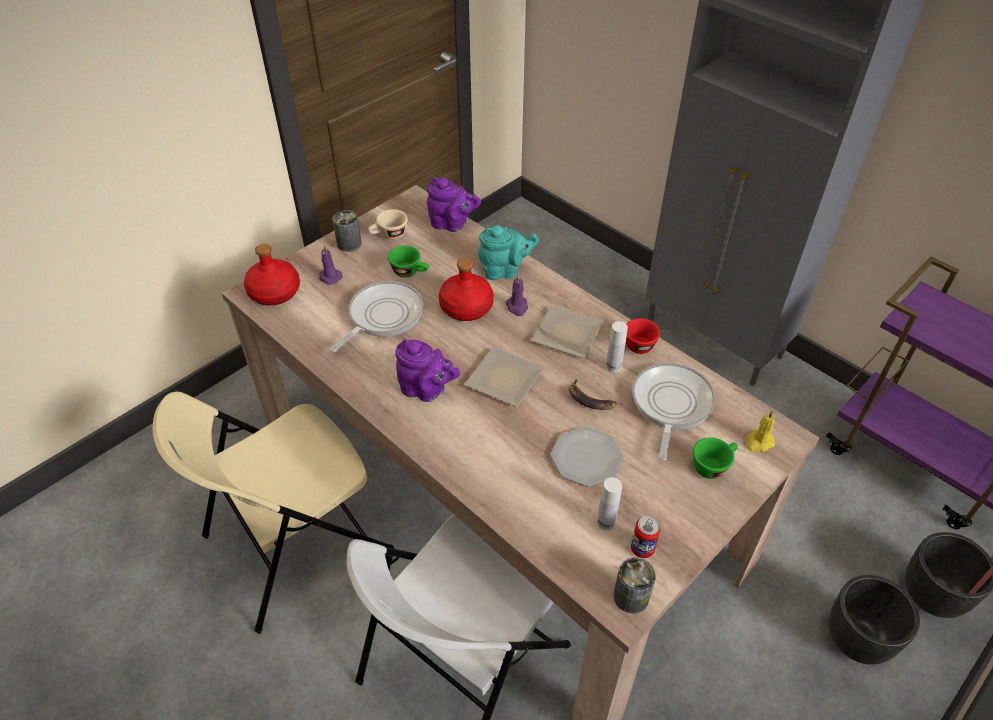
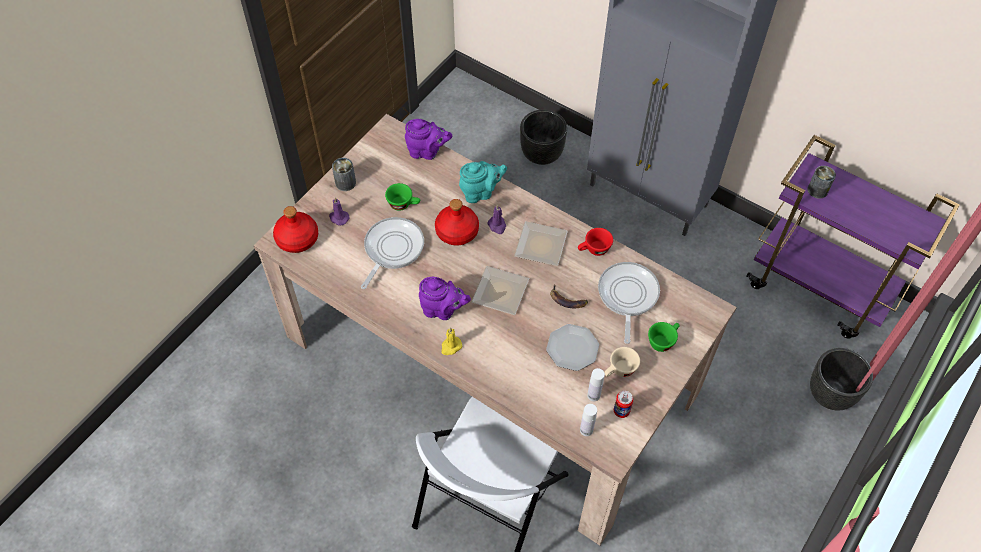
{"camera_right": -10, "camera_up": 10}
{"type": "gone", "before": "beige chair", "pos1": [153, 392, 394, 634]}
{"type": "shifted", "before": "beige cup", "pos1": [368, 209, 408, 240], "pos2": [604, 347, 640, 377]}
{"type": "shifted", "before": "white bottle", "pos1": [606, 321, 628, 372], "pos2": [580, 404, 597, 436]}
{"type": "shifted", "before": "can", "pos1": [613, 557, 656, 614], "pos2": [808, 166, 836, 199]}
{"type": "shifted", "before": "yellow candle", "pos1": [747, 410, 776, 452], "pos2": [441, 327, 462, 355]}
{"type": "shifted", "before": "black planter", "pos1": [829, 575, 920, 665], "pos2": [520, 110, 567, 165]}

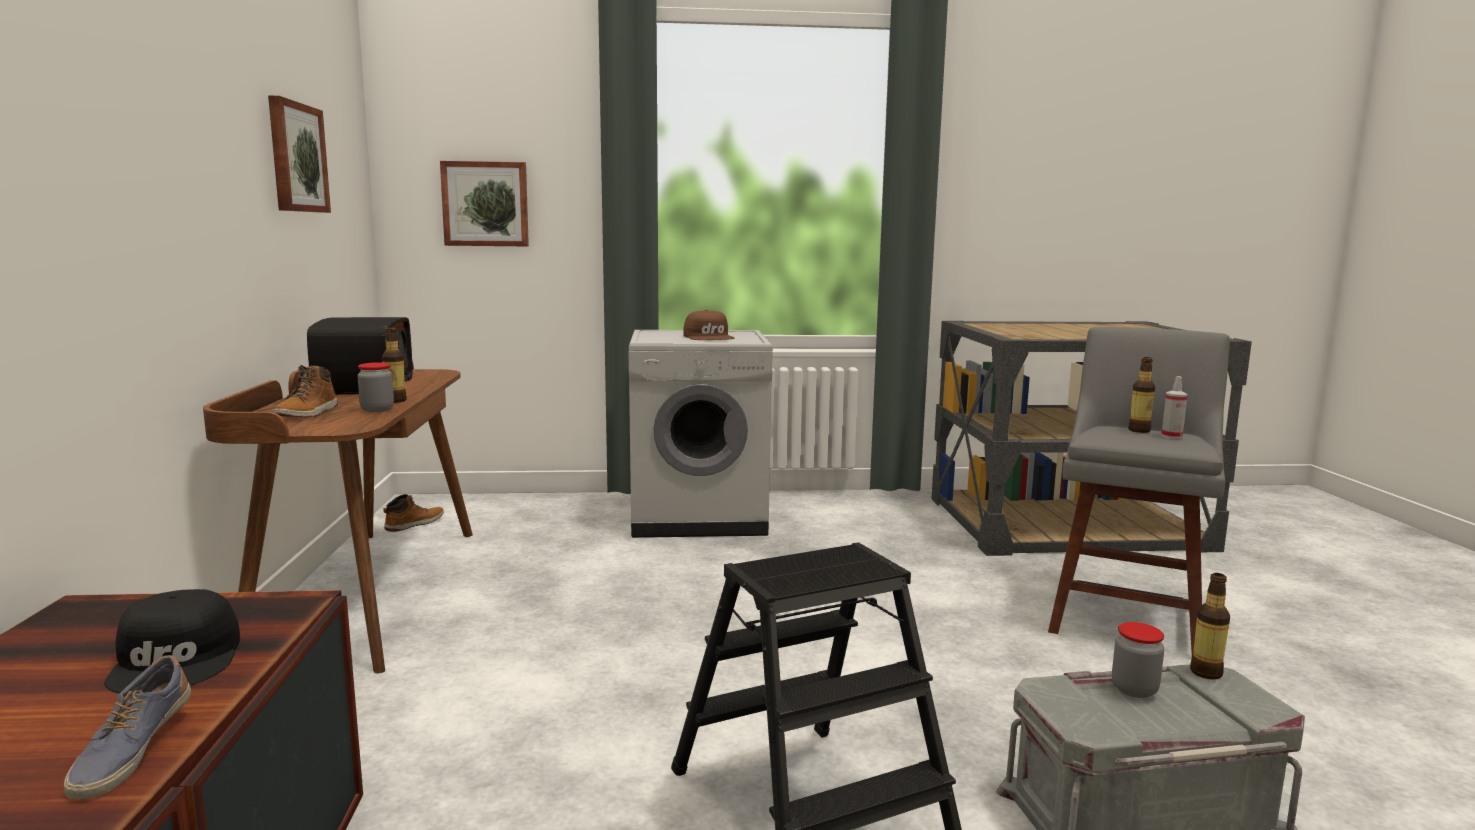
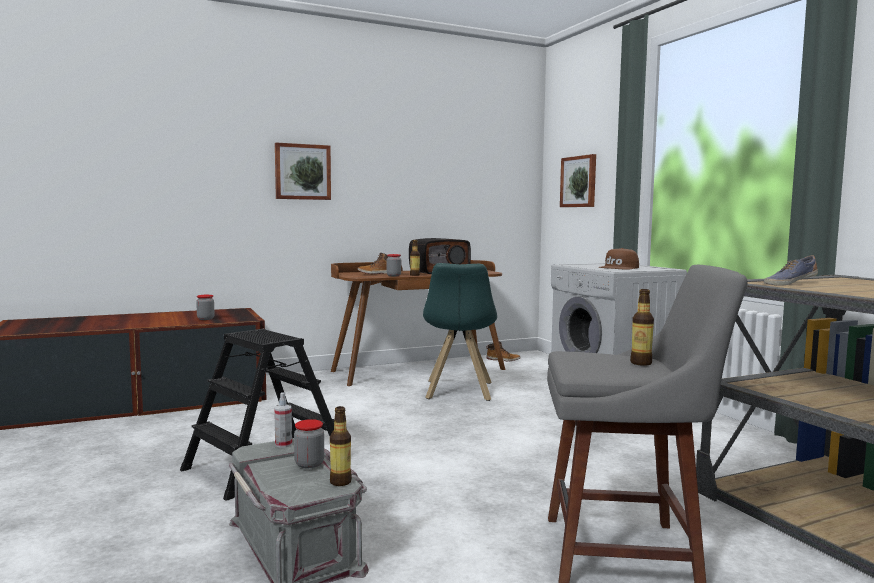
{"camera_right": 70, "camera_up": -5}
{"type": "new", "after": "turquoise chair", "pos2": [423, 263, 497, 401]}
{"type": "shifted", "before": "shoe", "pos1": [64, 655, 191, 799], "pos2": [764, 256, 818, 286]}
{"type": "shifted", "before": "picture", "pos1": [268, 96, 331, 213], "pos2": [275, 142, 331, 200]}
{"type": "shifted", "before": "spray bottle", "pos1": [1161, 376, 1188, 439], "pos2": [274, 392, 292, 448]}
{"type": "swapped", "before": "black cap", "after": "jar", "pos1": [104, 589, 240, 694], "pos2": [196, 295, 215, 320]}

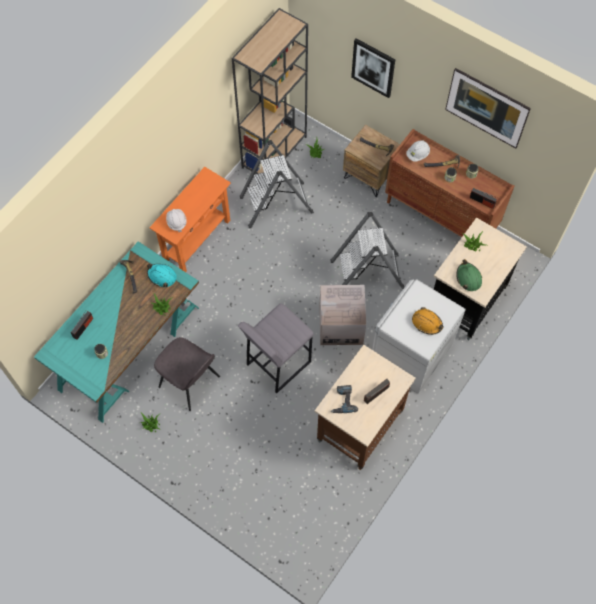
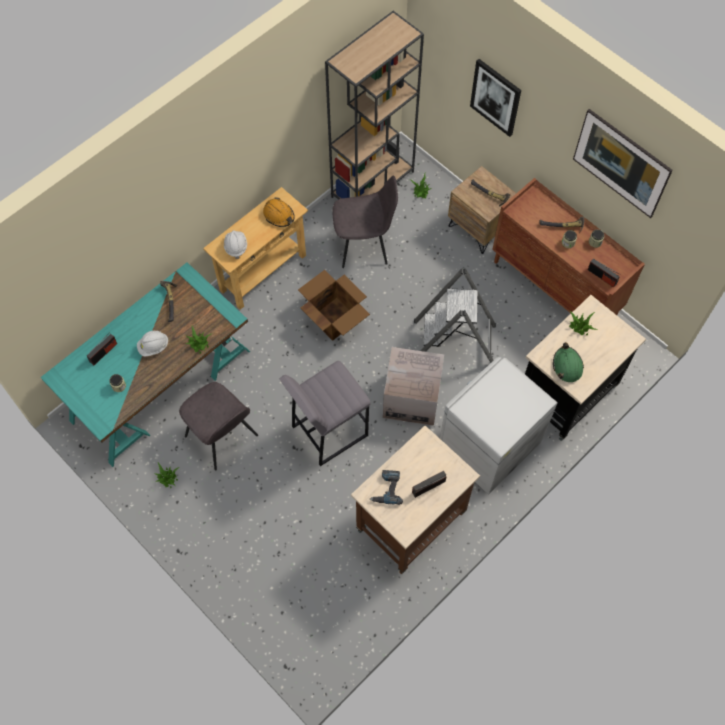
{"camera_right": 10, "camera_up": 0}
{"type": "gone", "before": "turquoise hard hat", "pos1": [147, 264, 177, 287]}
{"type": "new", "after": "cardboard box", "pos2": [298, 270, 370, 341]}
{"type": "shifted", "before": "white hard hat", "pos1": [406, 140, 430, 162], "pos2": [137, 331, 168, 357]}
{"type": "shifted", "before": "orange hard hat", "pos1": [412, 307, 444, 335], "pos2": [263, 198, 295, 227]}
{"type": "swapped", "before": "grey step ladder", "after": "grey chair", "pos1": [240, 140, 314, 228], "pos2": [332, 176, 398, 268]}
{"type": "repainted", "before": "orange console table", "after": "beige console table", "pos1": [149, 167, 231, 272], "pos2": [203, 187, 308, 310]}

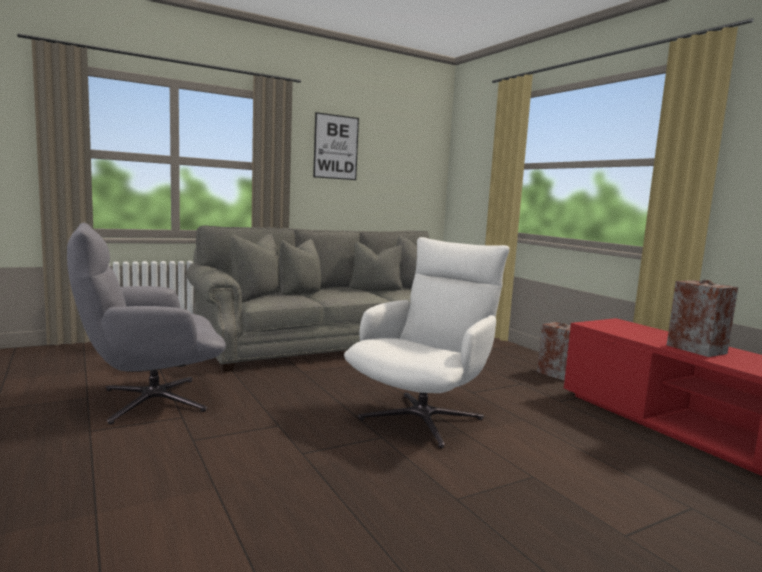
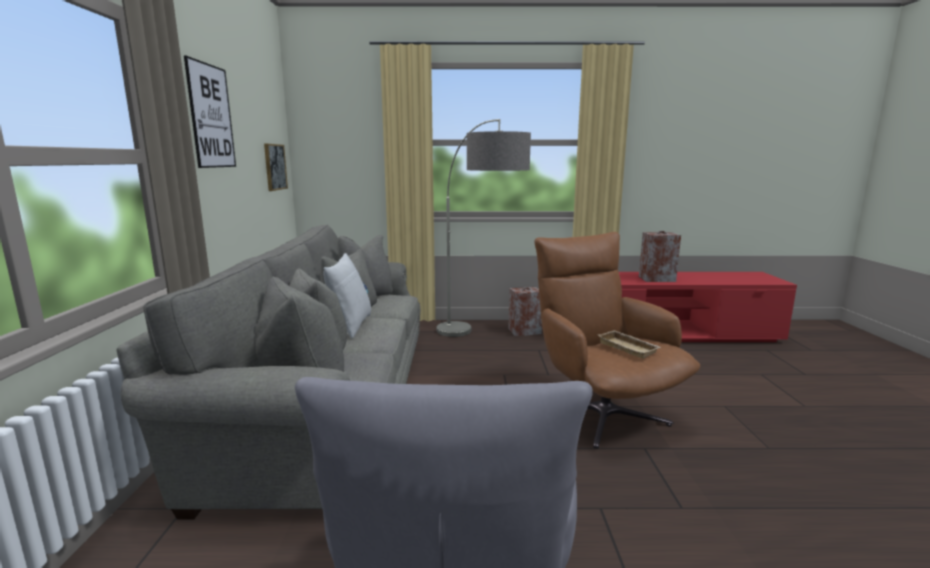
{"camera_right": -60, "camera_up": 5}
{"type": "new", "after": "picture", "pos2": [264, 144, 288, 191]}
{"type": "new", "after": "grey pillow", "pos2": [323, 253, 371, 338]}
{"type": "new", "after": "floor lamp", "pos2": [437, 119, 531, 337]}
{"type": "new", "after": "beige tray", "pos2": [598, 330, 661, 359]}
{"type": "repainted", "before": "white armchair", "after": "brown armchair", "pos1": [344, 237, 510, 448], "pos2": [534, 232, 700, 449]}

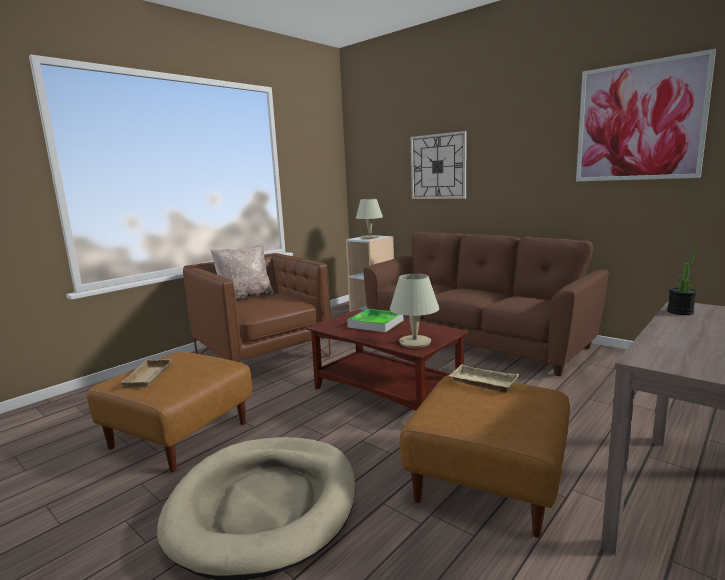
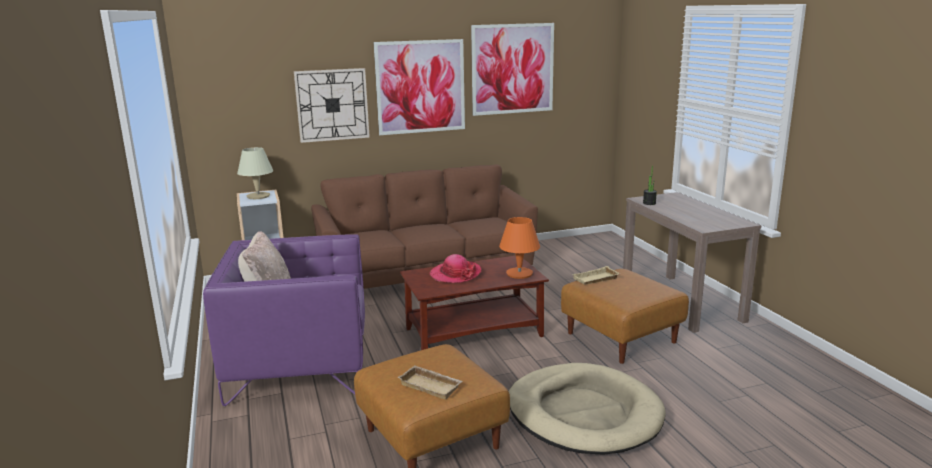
{"camera_right": -60, "camera_up": 5}
{"type": "new", "after": "picture", "pos2": [374, 39, 465, 135]}
{"type": "swapped", "before": "tray", "after": "hat", "pos1": [347, 309, 404, 333], "pos2": [430, 254, 482, 283]}
{"type": "repainted", "before": "brown armchair", "after": "purple armchair", "pos1": [183, 253, 331, 362], "pos2": [203, 234, 365, 407]}
{"type": "repainted", "before": "beige table lamp", "after": "orange table lamp", "pos1": [390, 274, 440, 348], "pos2": [499, 217, 540, 279]}

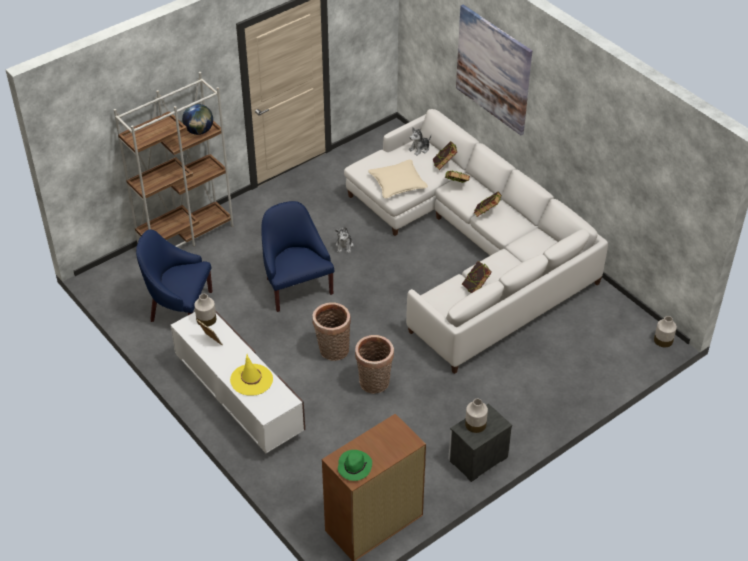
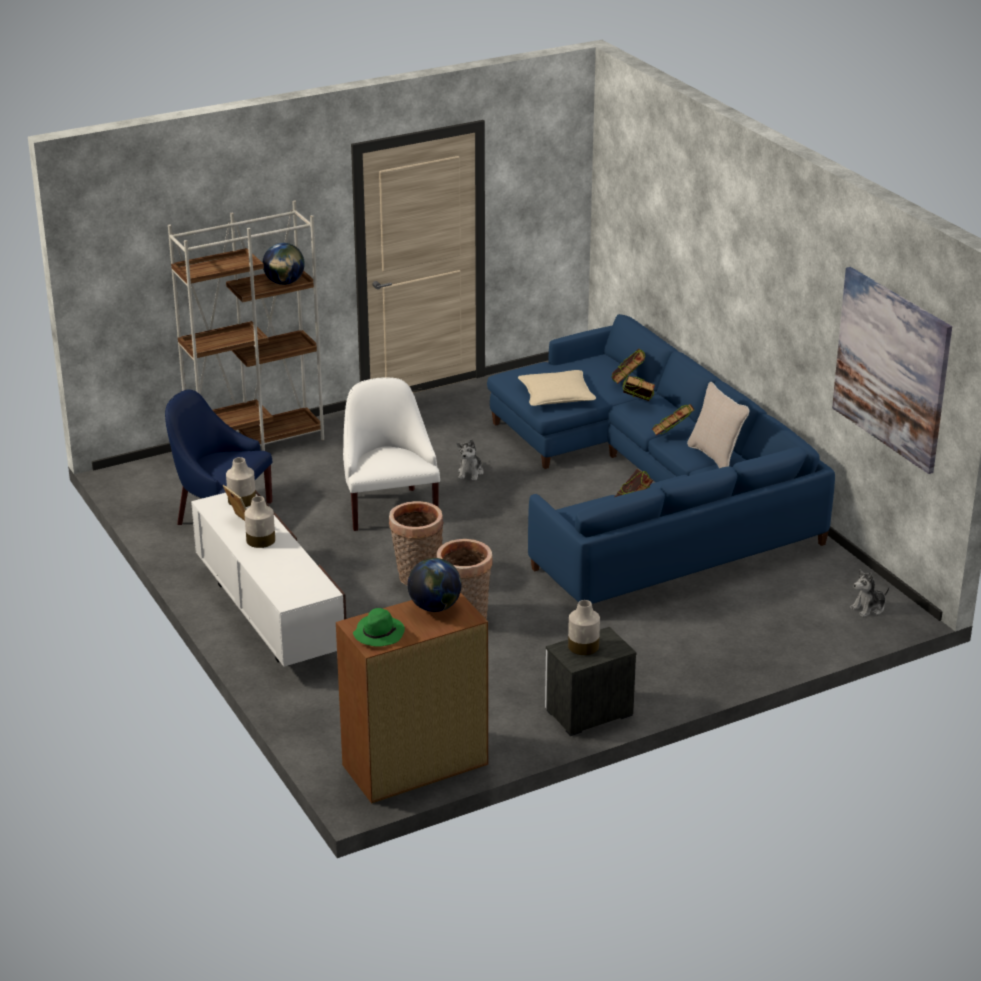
{"camera_right": 10, "camera_up": -15}
{"type": "gone", "before": "yellow hat", "pos1": [230, 354, 273, 395]}
{"type": "new", "after": "globe", "pos2": [408, 558, 462, 612]}
{"type": "new", "after": "beige pillow", "pos2": [687, 382, 749, 468]}
{"type": "shifted", "before": "plush toy", "pos1": [409, 127, 431, 156], "pos2": [850, 570, 889, 617]}
{"type": "shifted", "before": "picture", "pos1": [456, 5, 532, 135], "pos2": [832, 267, 952, 474]}
{"type": "shifted", "before": "beige vase", "pos1": [654, 316, 677, 347], "pos2": [244, 496, 275, 548]}
{"type": "repainted", "before": "blue armchair", "after": "white armchair", "pos1": [261, 201, 334, 312], "pos2": [343, 377, 440, 531]}
{"type": "repainted", "before": "white sofa", "after": "blue sofa", "pos1": [344, 109, 608, 374], "pos2": [487, 314, 835, 604]}

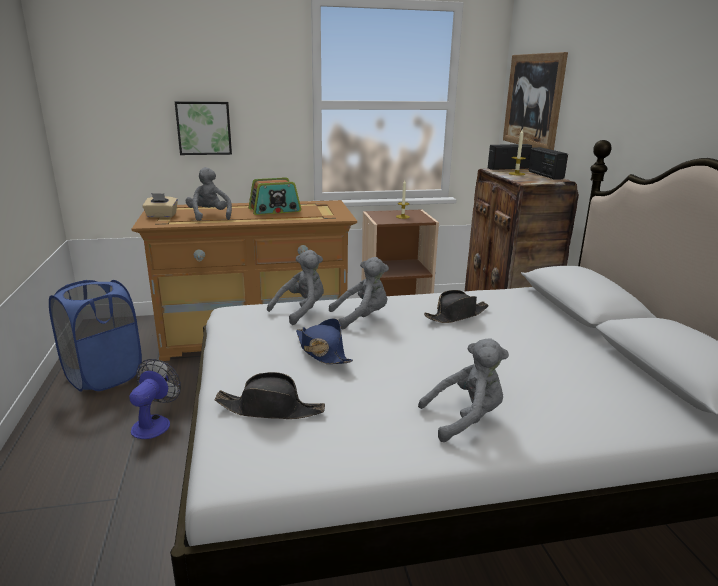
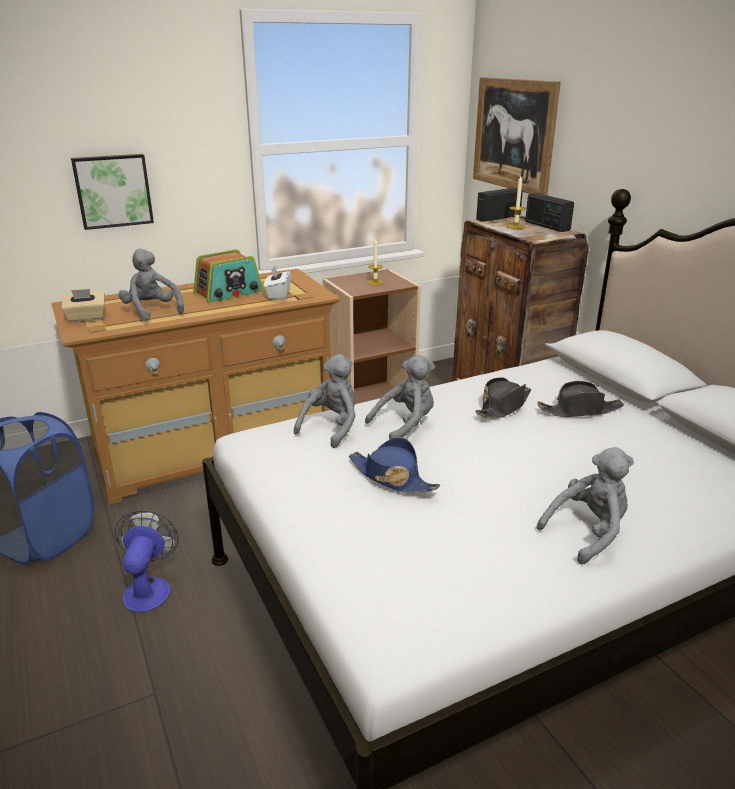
{"camera_right": -15, "camera_up": 5}
{"type": "new", "after": "white tissue box", "pos2": [264, 265, 291, 299]}
{"type": "shifted", "before": "black hat", "pos1": [215, 372, 325, 419], "pos2": [537, 381, 624, 417]}

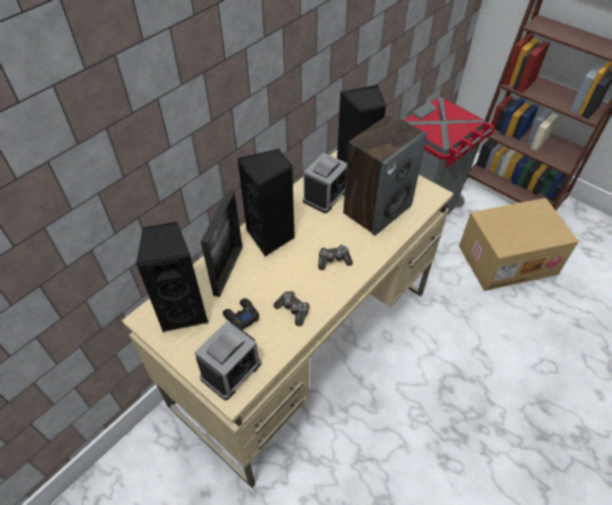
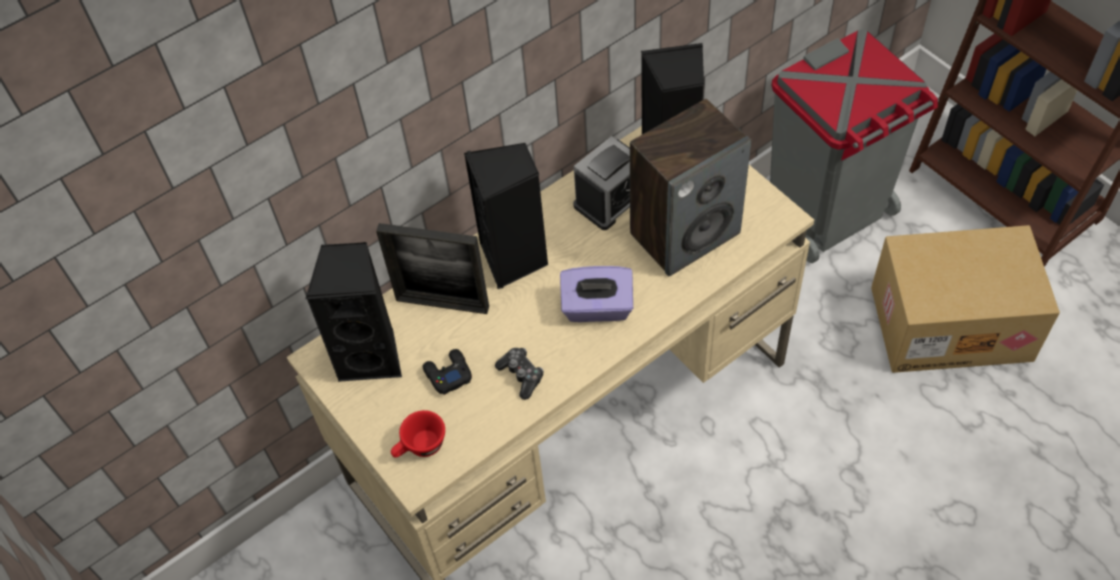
{"camera_right": 15, "camera_up": 5}
{"type": "swapped", "before": "alarm clock", "after": "red cup", "pos1": [195, 321, 262, 400], "pos2": [391, 410, 445, 458]}
{"type": "swapped", "before": "game controller", "after": "purple tissue box", "pos1": [318, 245, 353, 270], "pos2": [560, 266, 633, 322]}
{"type": "rotated", "before": "picture frame", "pos1": [201, 190, 243, 297], "pos2": [376, 223, 489, 314], "turn": 75}

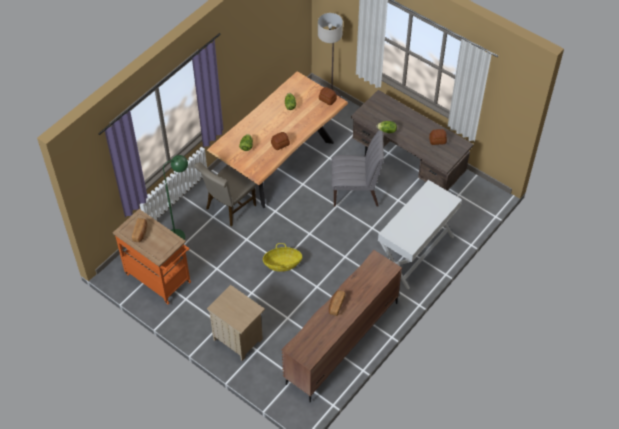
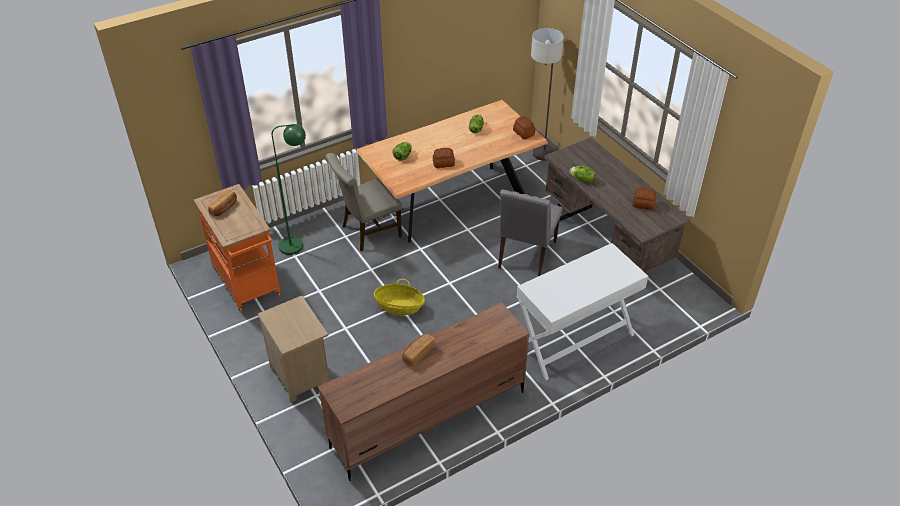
{"camera_right": 20, "camera_up": -10}
{"type": "rotated", "before": "grey chair", "pos1": [331, 130, 384, 206], "pos2": [498, 189, 563, 276], "turn": 90}

